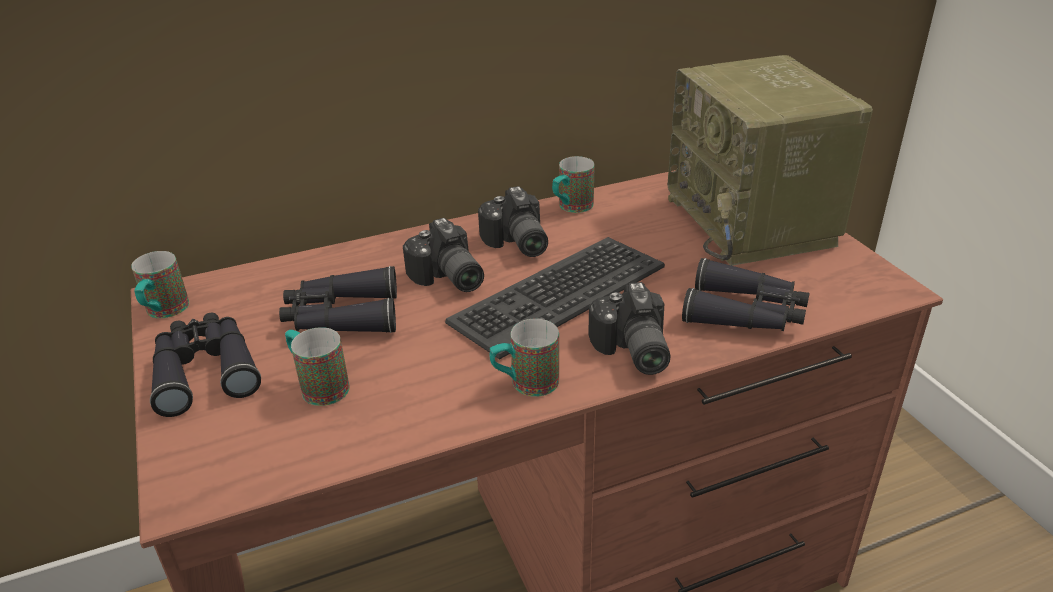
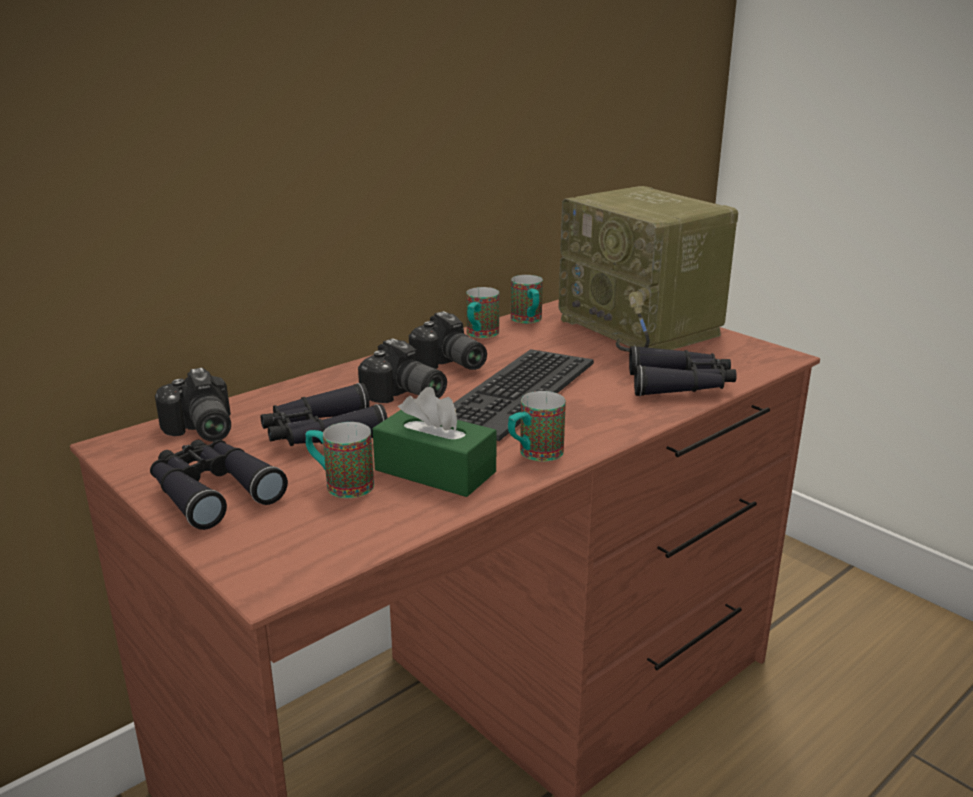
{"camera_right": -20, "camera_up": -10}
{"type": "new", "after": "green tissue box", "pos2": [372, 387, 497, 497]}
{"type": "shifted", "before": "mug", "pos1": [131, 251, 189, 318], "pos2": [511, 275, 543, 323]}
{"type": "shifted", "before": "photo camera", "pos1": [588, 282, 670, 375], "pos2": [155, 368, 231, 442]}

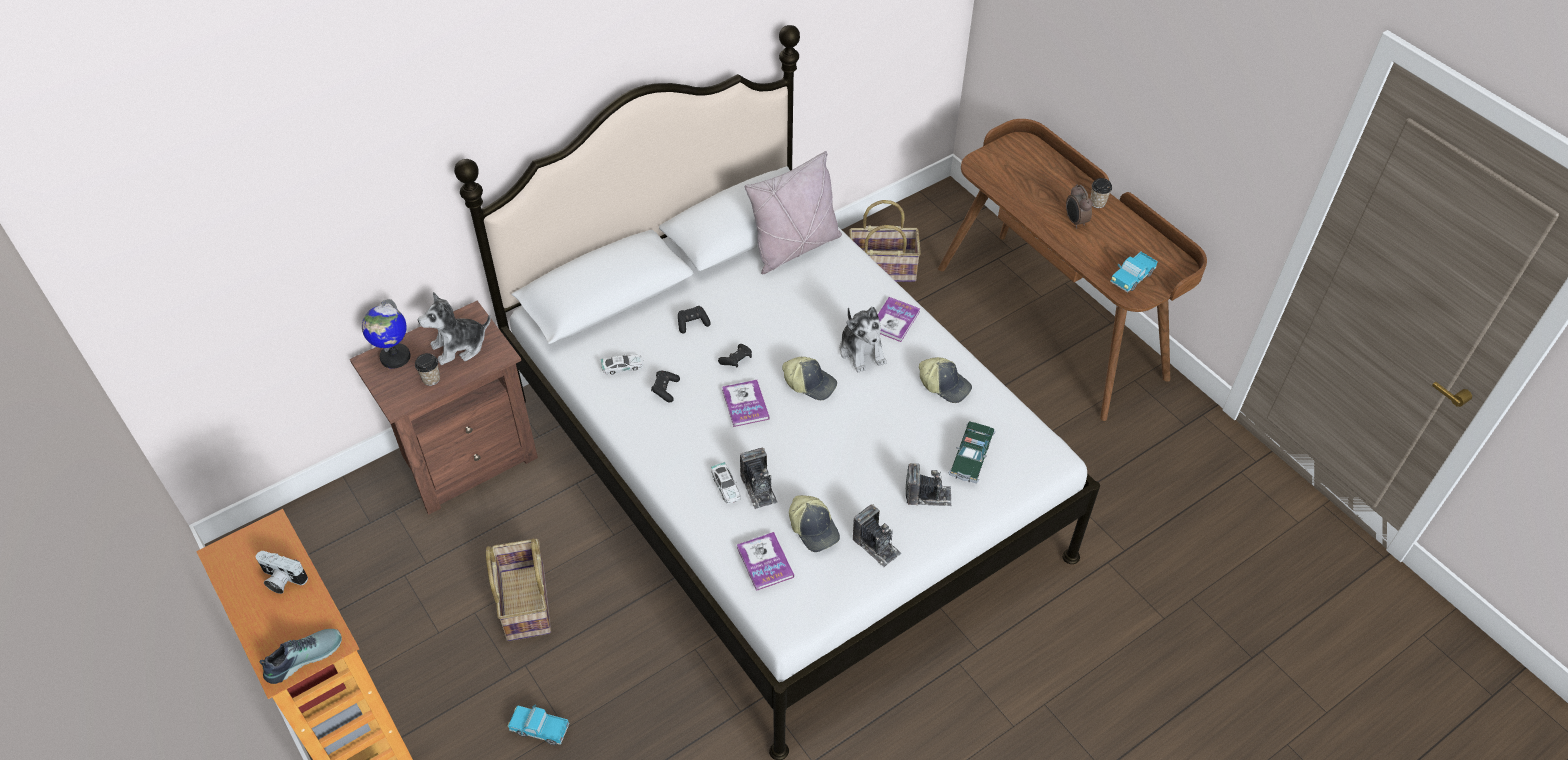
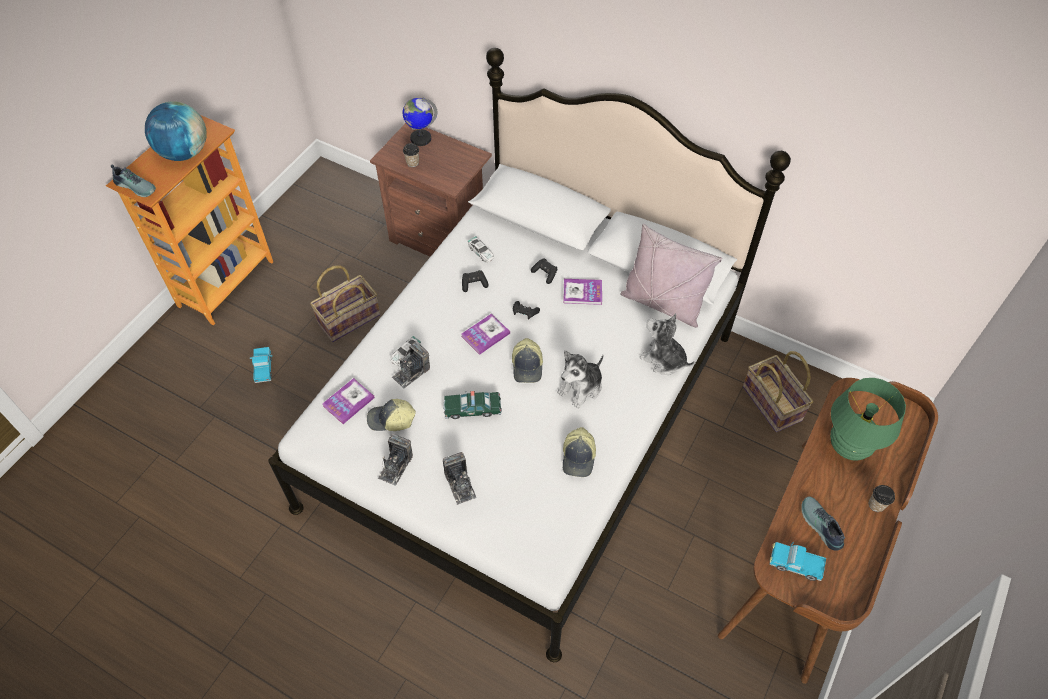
{"camera_right": 65, "camera_up": 5}
{"type": "gone", "before": "alarm clock", "pos1": [1066, 184, 1093, 229]}
{"type": "new", "after": "shoe", "pos2": [801, 496, 845, 551]}
{"type": "new", "after": "green table lamp", "pos2": [830, 378, 906, 461]}
{"type": "shifted", "before": "plush toy", "pos1": [418, 292, 491, 365], "pos2": [640, 314, 695, 375]}
{"type": "shifted", "before": "book", "pos1": [878, 297, 920, 342], "pos2": [563, 279, 602, 305]}
{"type": "shifted", "before": "toy car", "pos1": [948, 421, 995, 483], "pos2": [443, 391, 502, 419]}
{"type": "swapped", "before": "photo camera", "after": "globe", "pos1": [256, 551, 308, 594], "pos2": [145, 101, 207, 161]}
{"type": "rotated", "before": "cap", "pos1": [789, 495, 840, 552], "pos2": [367, 399, 416, 431], "turn": 60}

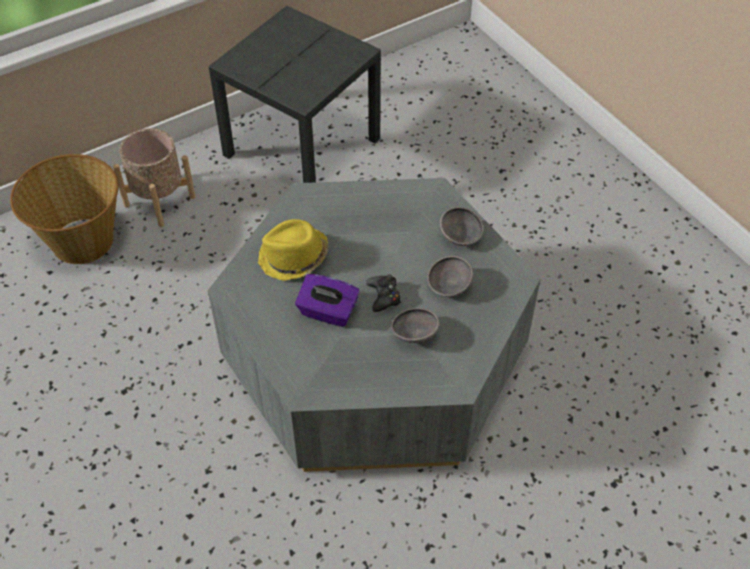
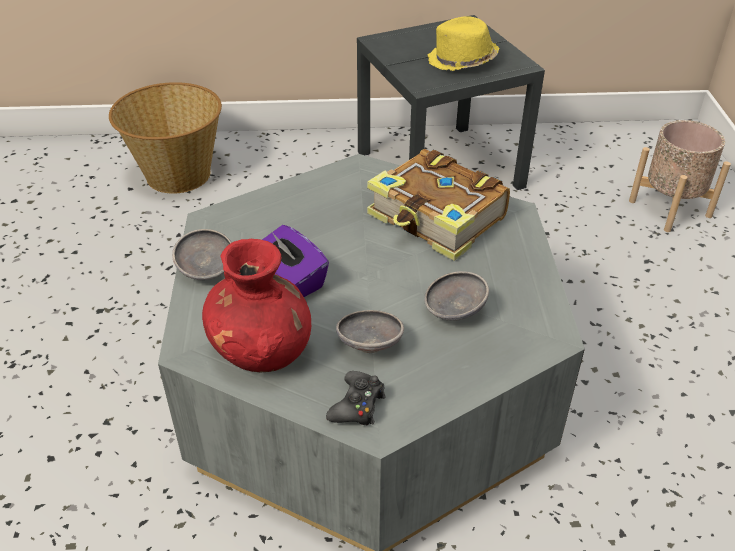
{"camera_right": 30, "camera_up": -10}
{"type": "new", "after": "red vase", "pos2": [202, 239, 311, 372]}
{"type": "new", "after": "book", "pos2": [367, 149, 510, 261]}
{"type": "shifted", "before": "beige planter", "pos1": [113, 128, 195, 227], "pos2": [629, 120, 731, 232]}
{"type": "shifted", "before": "yellow hat", "pos1": [258, 219, 329, 281], "pos2": [428, 16, 500, 71]}
{"type": "shifted", "before": "black game controller", "pos1": [366, 274, 401, 312], "pos2": [326, 371, 386, 425]}
{"type": "shifted", "before": "grey bowl", "pos1": [440, 207, 484, 246], "pos2": [172, 229, 232, 280]}

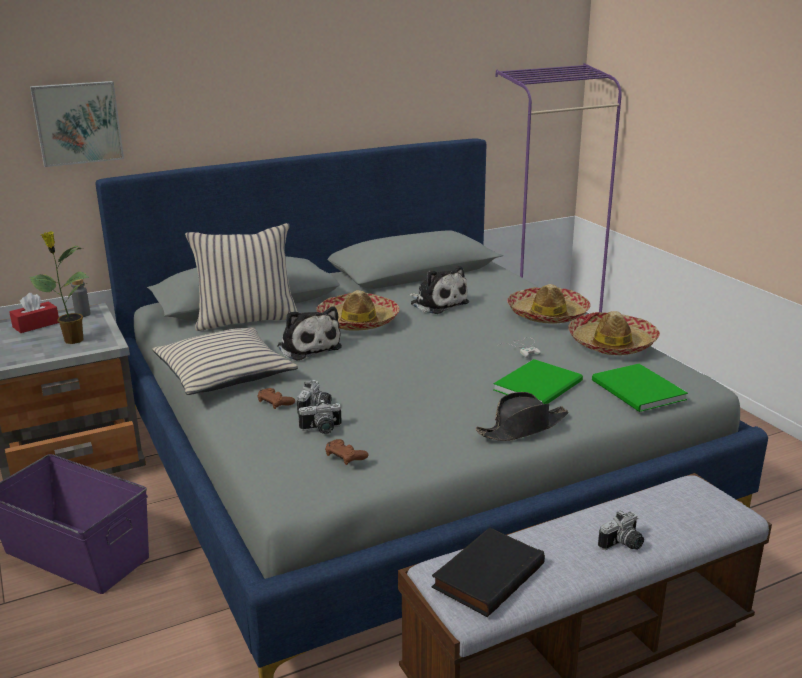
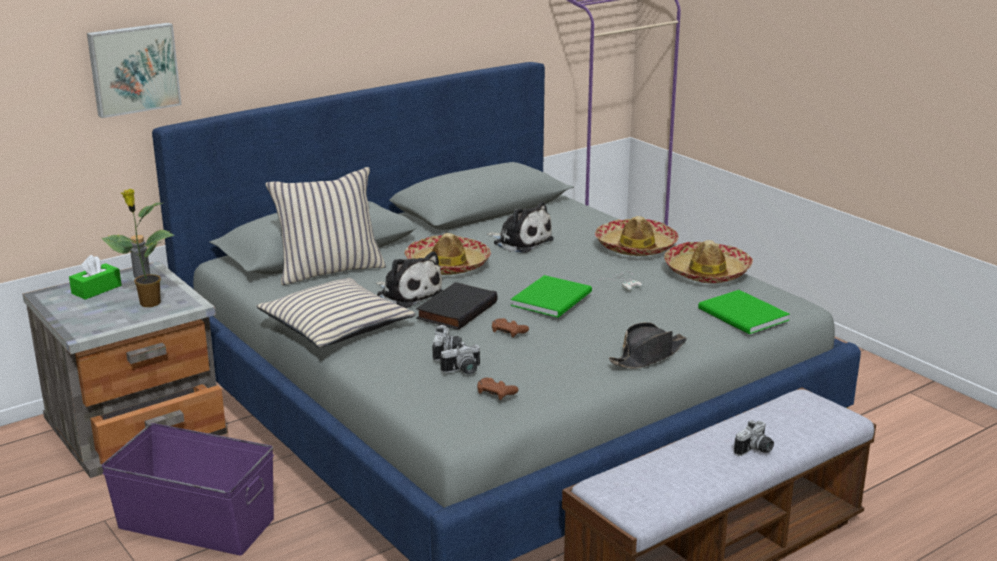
{"camera_right": -10, "camera_up": 0}
{"type": "shifted", "before": "brown game controller", "pos1": [258, 388, 295, 409], "pos2": [492, 318, 529, 337]}
{"type": "shifted", "before": "black book", "pos1": [432, 528, 545, 617], "pos2": [416, 282, 497, 330]}
{"type": "shifted", "before": "green book", "pos1": [493, 359, 583, 404], "pos2": [511, 275, 592, 318]}
{"type": "repainted", "before": "red tissue box", "after": "green tissue box", "pos1": [9, 293, 59, 333], "pos2": [69, 255, 122, 300]}

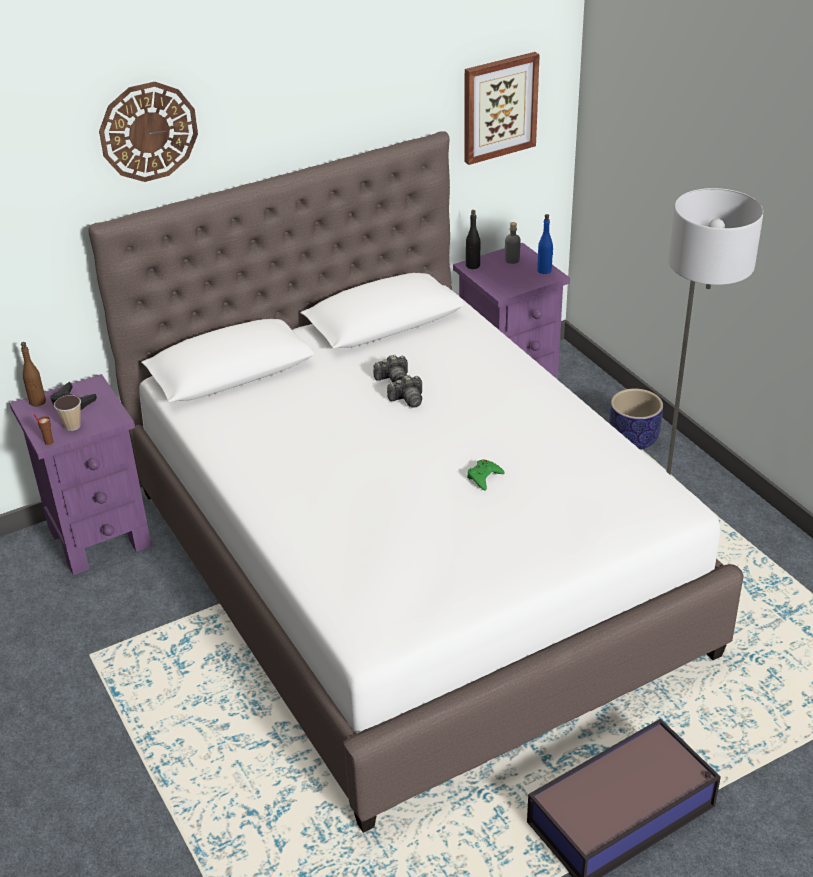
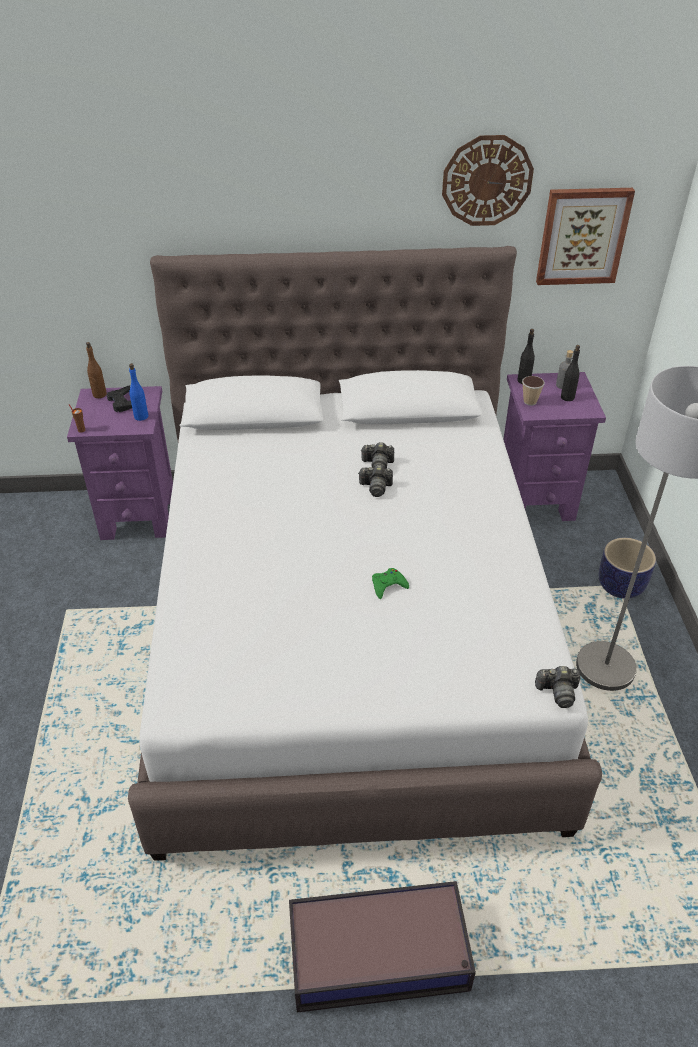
{"camera_right": 25, "camera_up": 5}
{"type": "new", "after": "photo camera", "pos2": [535, 666, 580, 708]}
{"type": "new", "after": "black bottle", "pos2": [561, 345, 580, 401]}
{"type": "shifted", "before": "cup", "pos1": [54, 395, 81, 431], "pos2": [522, 376, 545, 406]}
{"type": "shifted", "before": "wall clock", "pos1": [99, 82, 198, 182], "pos2": [442, 135, 534, 226]}
{"type": "shifted", "before": "blue bottle", "pos1": [537, 214, 553, 274], "pos2": [129, 363, 148, 421]}

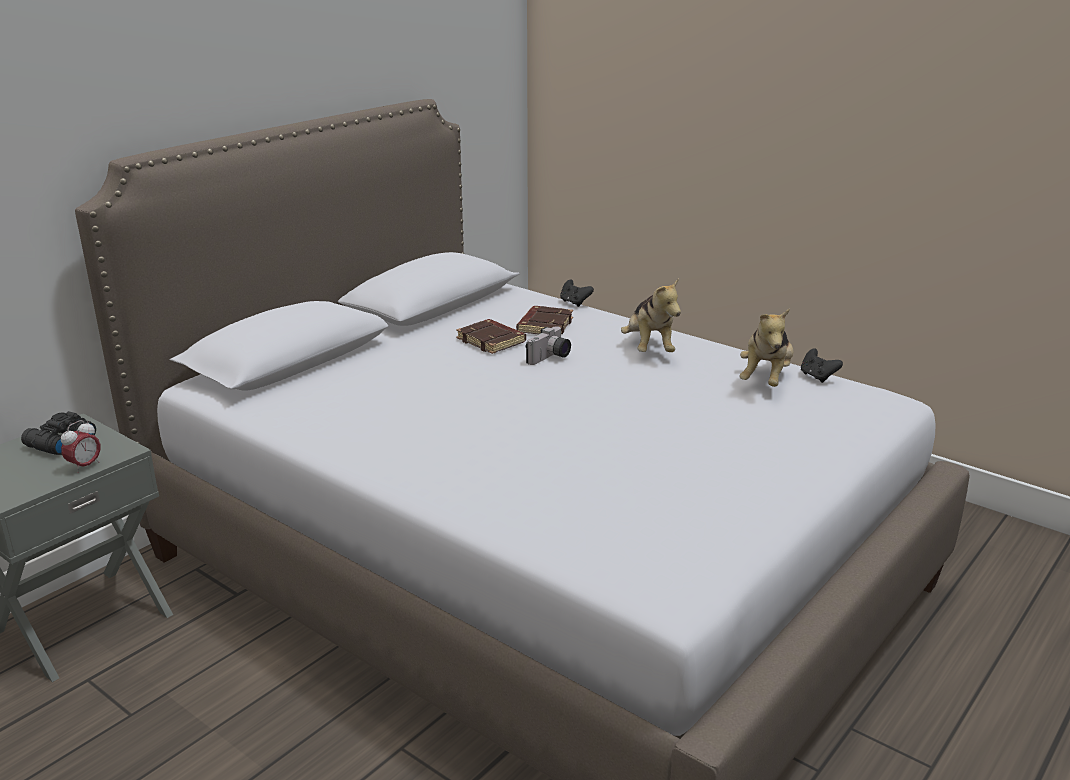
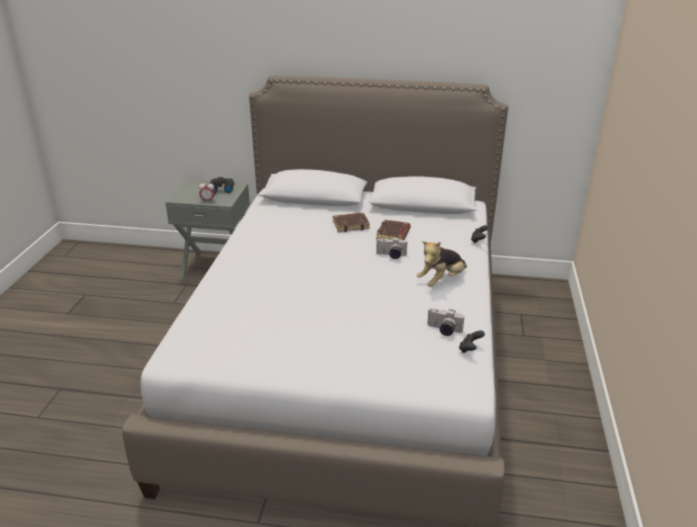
{"camera_right": 60, "camera_up": 5}
{"type": "shifted", "before": "brown book", "pos1": [516, 306, 573, 334], "pos2": [333, 213, 370, 232]}
{"type": "swapped", "before": "plush toy", "after": "photo camera", "pos1": [740, 308, 793, 387], "pos2": [427, 308, 465, 336]}

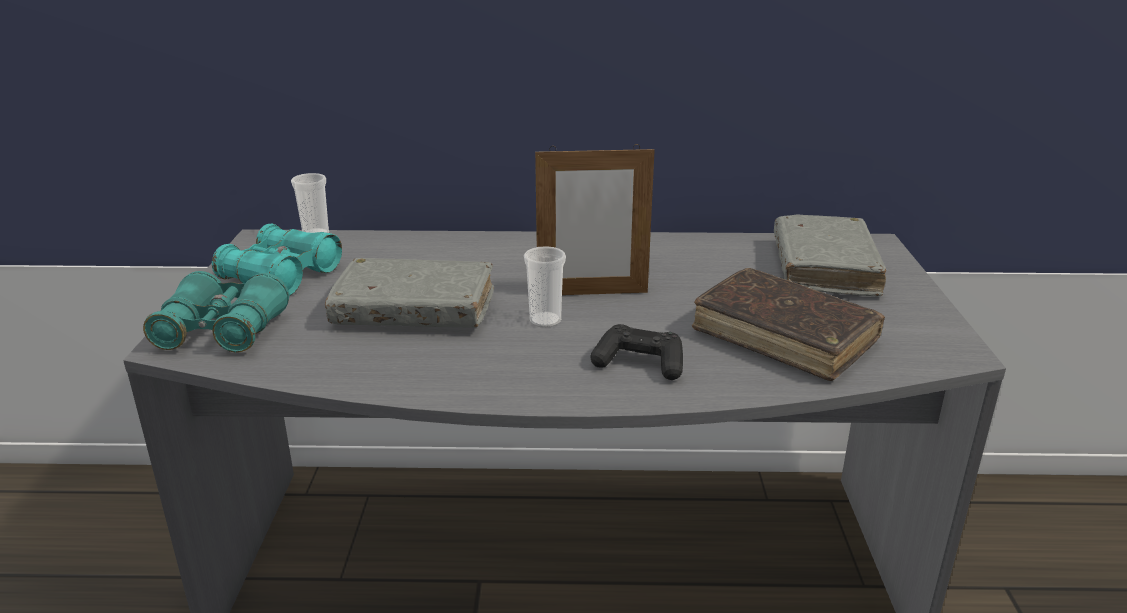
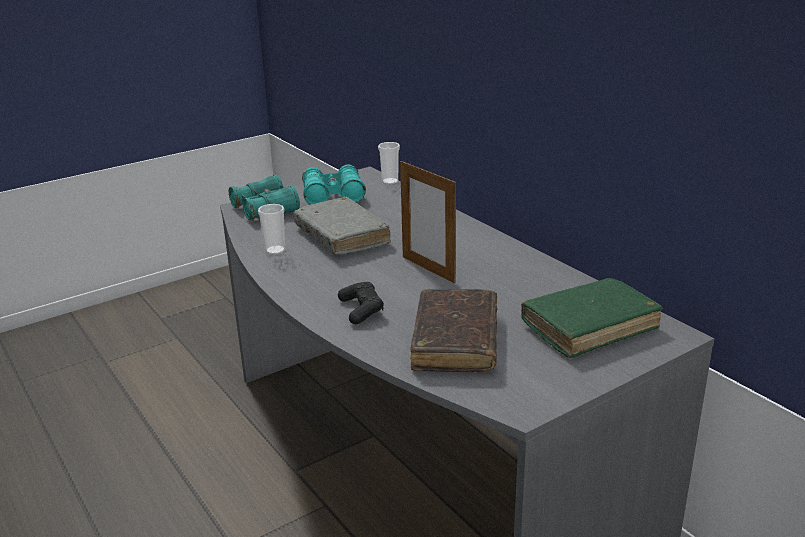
{"camera_right": 55, "camera_up": 0}
{"type": "shifted", "before": "cup", "pos1": [524, 246, 566, 328], "pos2": [258, 204, 285, 255]}
{"type": "repainted", "before": "grey book", "after": "green book", "pos1": [774, 214, 886, 296], "pos2": [521, 278, 663, 358]}

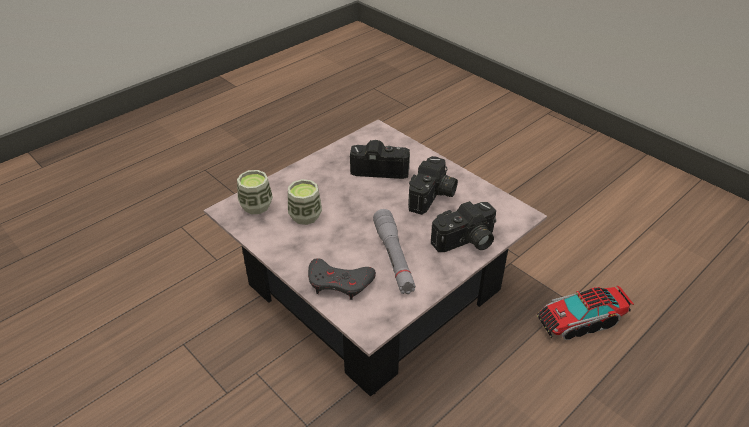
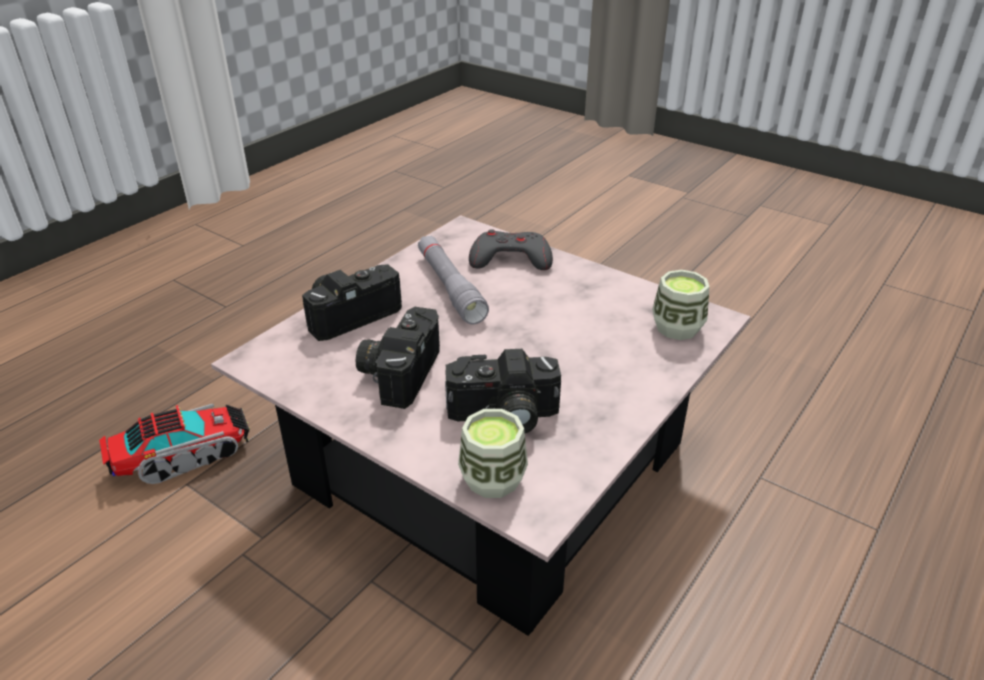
{"camera_right": 170, "camera_up": -5}
{"type": "shifted", "before": "cup", "pos1": [288, 179, 322, 225], "pos2": [458, 409, 528, 498]}

